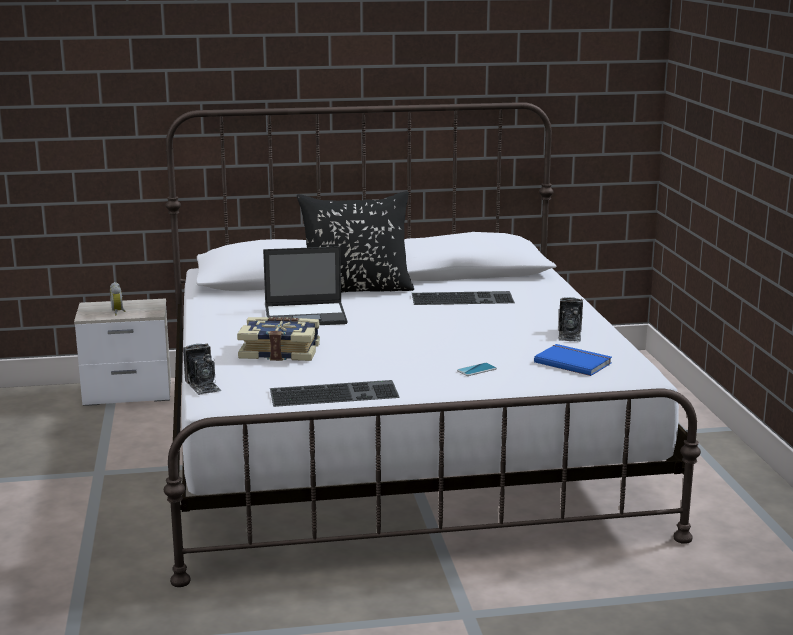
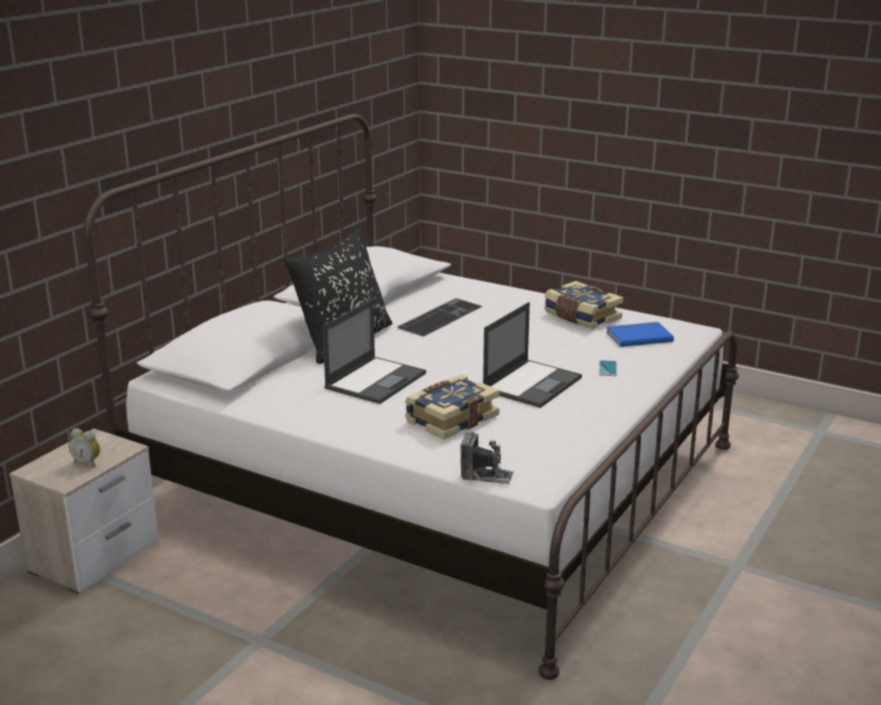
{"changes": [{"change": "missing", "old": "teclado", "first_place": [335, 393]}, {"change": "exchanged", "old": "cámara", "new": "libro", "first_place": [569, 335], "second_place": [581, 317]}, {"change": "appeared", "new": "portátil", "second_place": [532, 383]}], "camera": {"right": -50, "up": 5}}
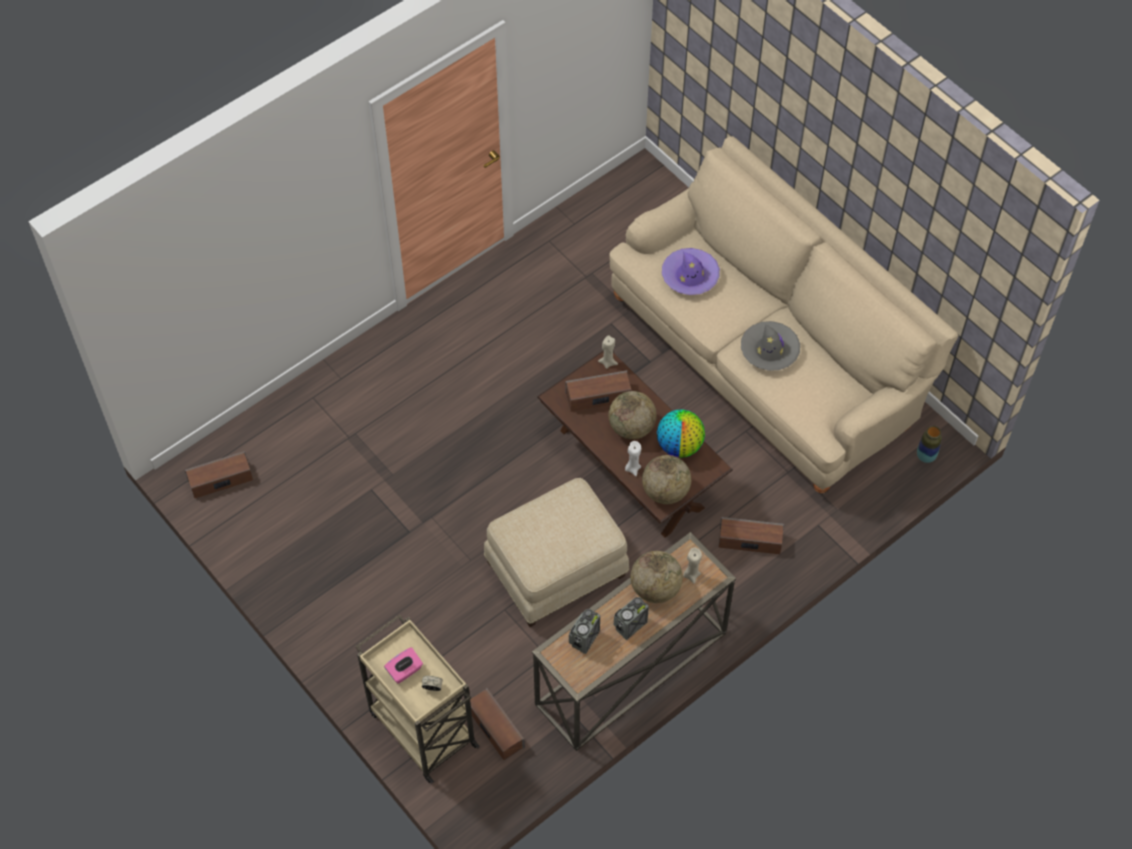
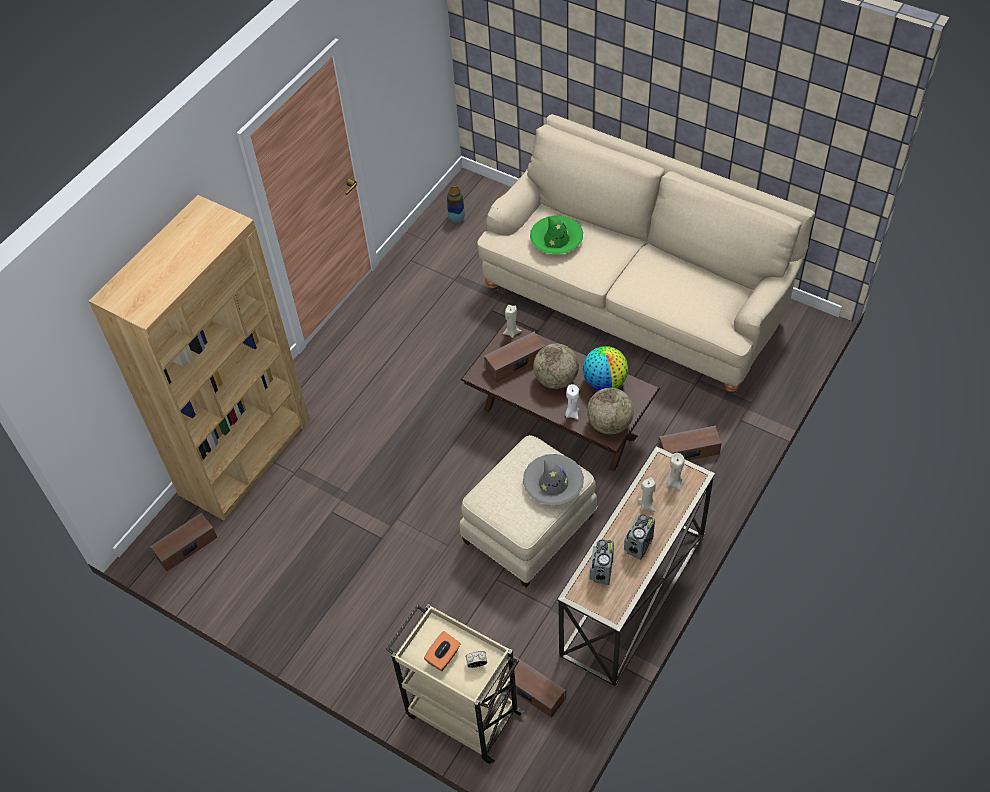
{"changes": [{"change": "colour", "old": "caja de pañuelos [rosa]", "new": "caja de pañuelos [naranja]", "first_place": [404, 671], "second_place": [443, 657]}, {"change": "exchanged", "old": "globo terráqueo", "new": "vela [beis]", "first_place": [655, 588], "second_place": [646, 505]}, {"change": "colour", "old": "sombrero [morado]", "new": "sombrero [verde]", "first_place": [690, 276], "second_place": [556, 239]}, {"change": "relocated", "old": "sombrero [gris]", "first_place": [769, 350], "second_place": [553, 483]}, {"change": "relocated", "old": "florero", "first_place": [926, 456], "second_place": [456, 218]}, {"change": "appeared", "new": "estantería [marrón]", "second_place": [245, 457]}], "camera": {"right": -15, "up": -5}}
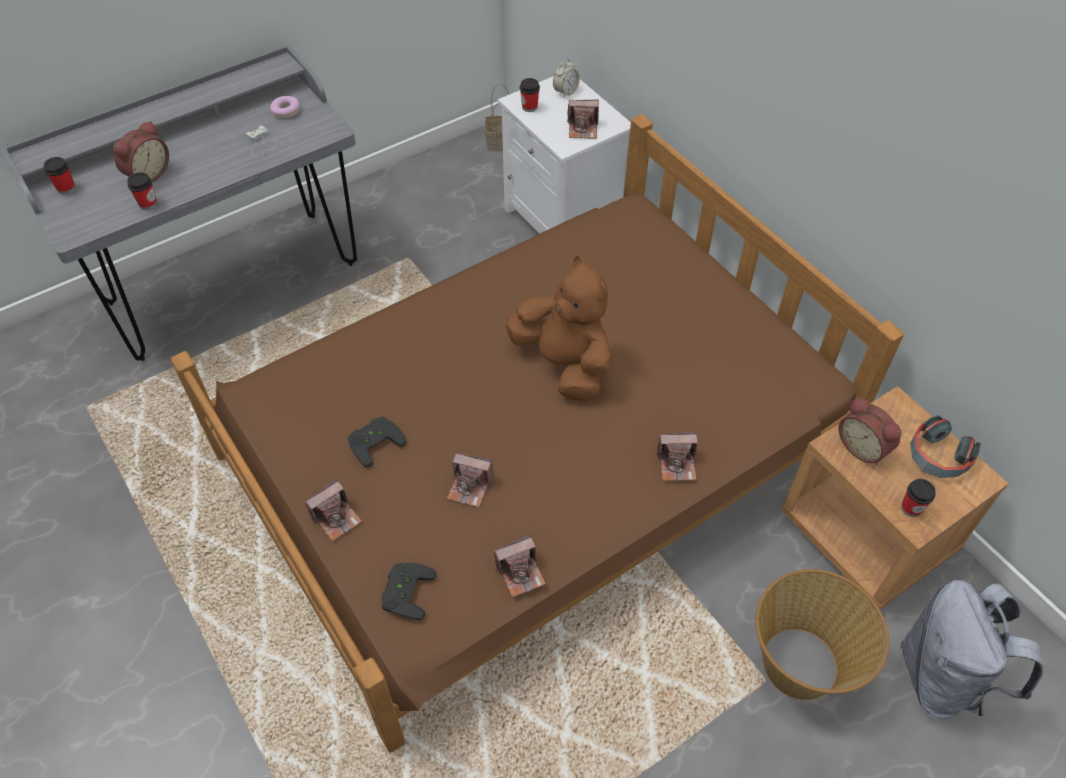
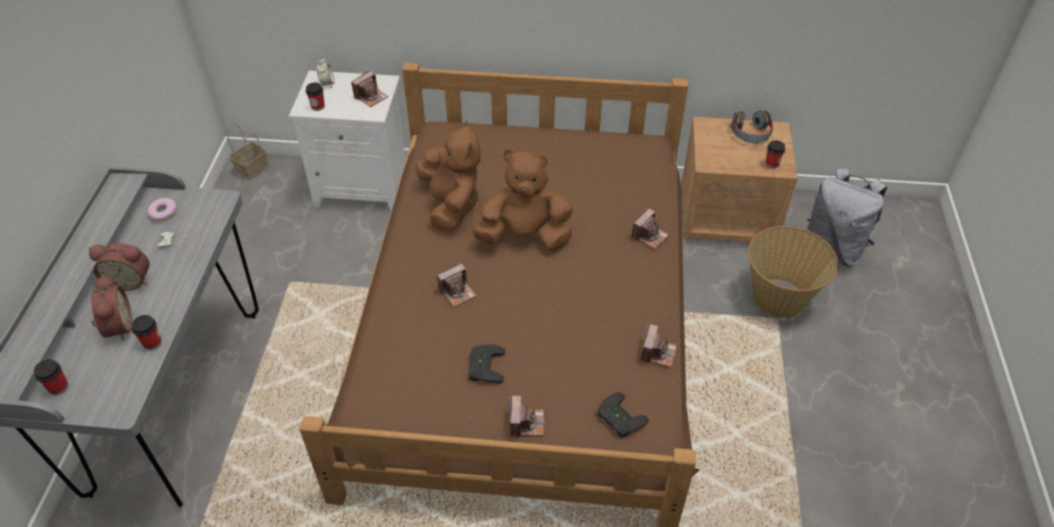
{"changes": [{"change": "relocated", "old": "cámara", "first_place": [469, 487], "second_place": [457, 292]}, {"change": "relocated", "old": "despertador", "first_place": [863, 446], "second_place": [130, 280]}, {"change": "appeared", "new": "peluche [marrón]", "second_place": [451, 205]}], "camera": {"right": -50, "up": -5}}
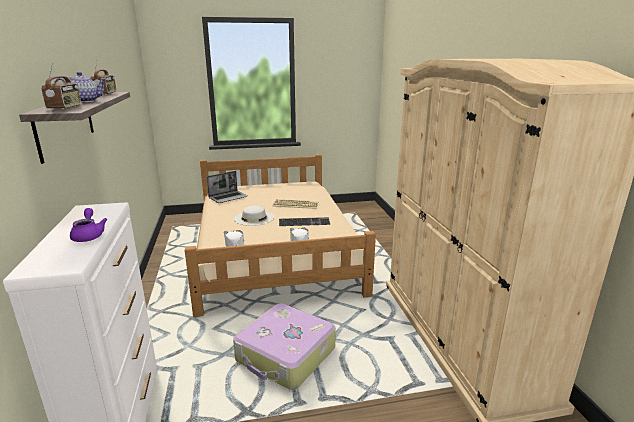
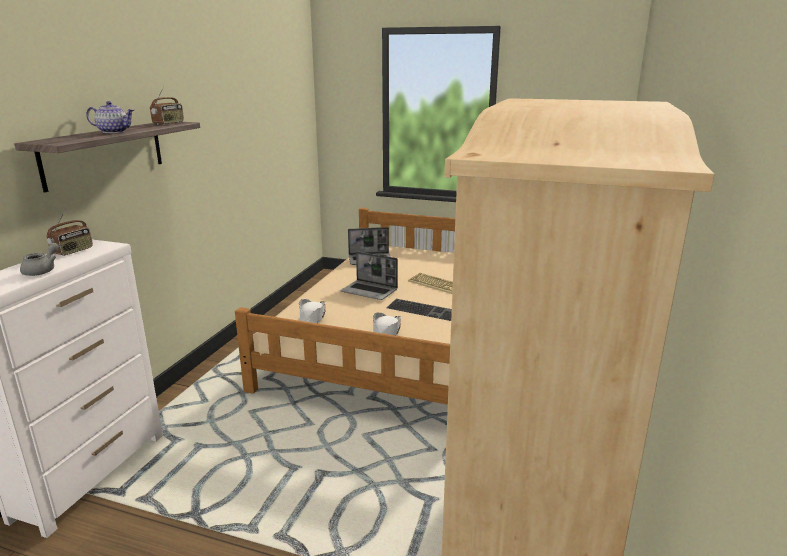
{"changes": [{"change": "relocated", "old": "radio", "first_place": [65, 107], "second_place": [73, 251]}, {"change": "colour", "old": "tetera [morado]", "new": "tetera [gris]", "first_place": [89, 235], "second_place": [43, 270]}, {"change": "missing", "old": "maleta", "first_place": [285, 355]}, {"change": "exchanged", "old": "sombrero [blanco]", "new": "portátil", "first_place": [254, 218], "second_place": [370, 291]}], "camera": {"right": 30, "up": 0}}
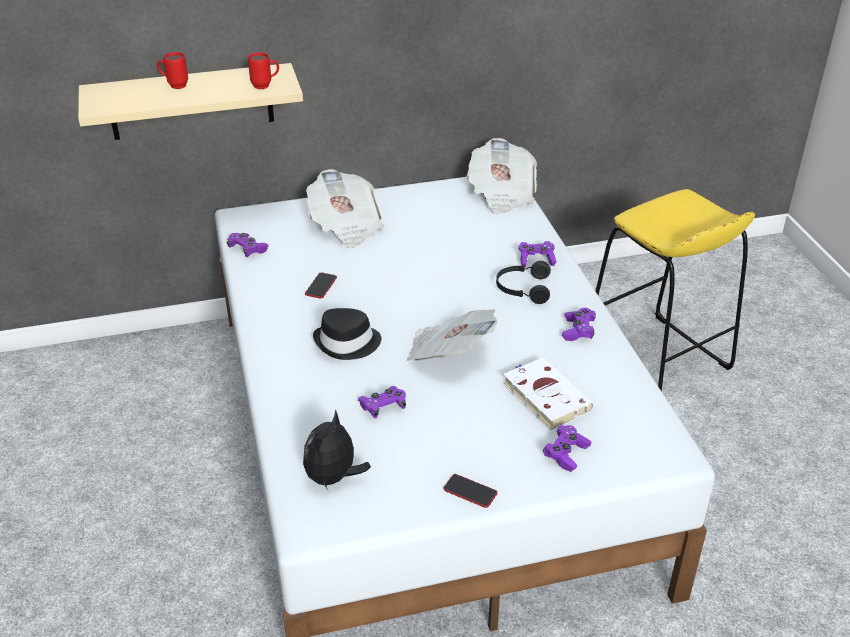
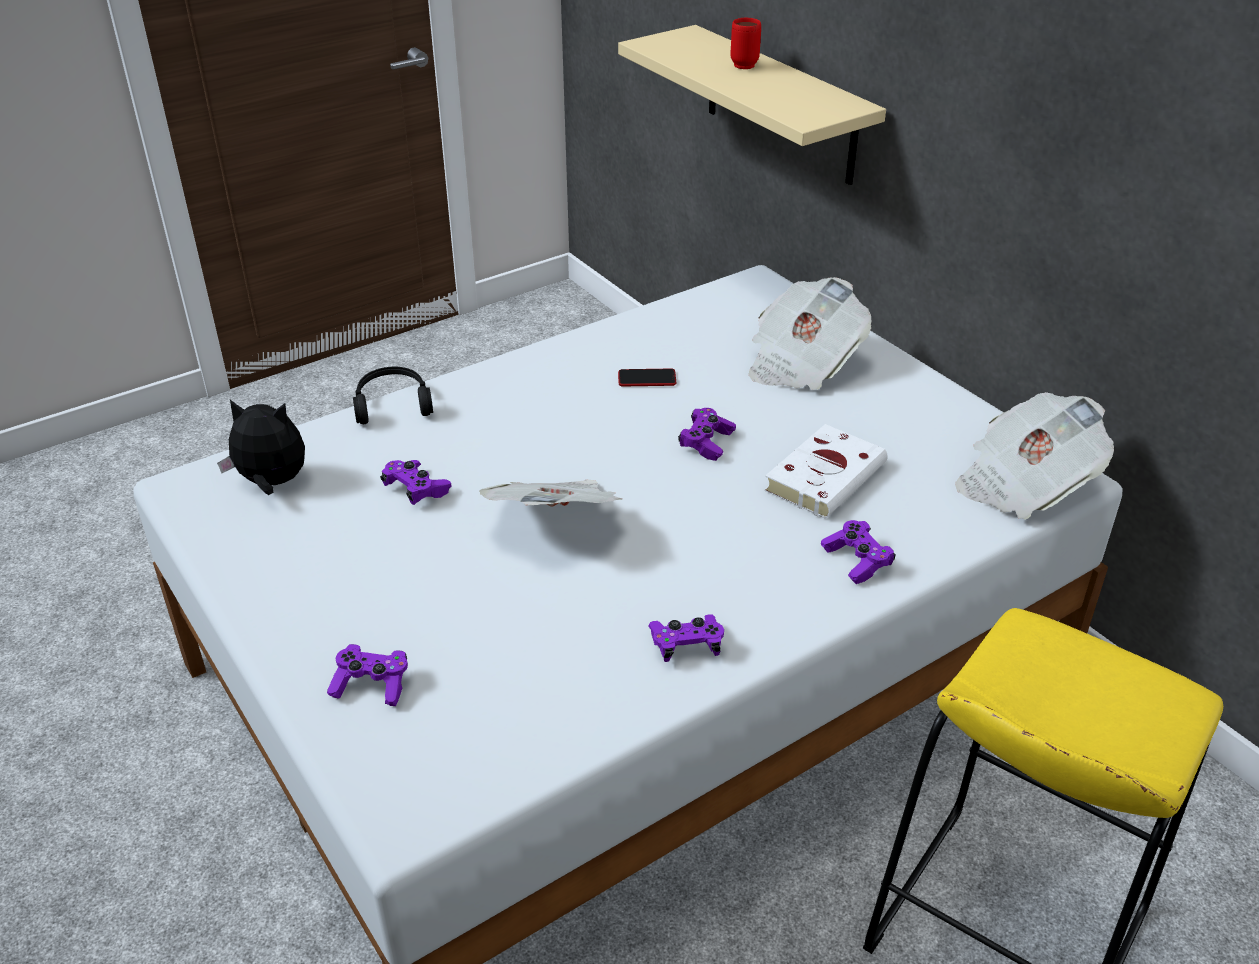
{"changes": [{"change": "relocated", "old": "mando de consola [morado]", "first_place": [247, 250], "second_place": [706, 442]}, {"change": "missing", "old": "taza grande [rojo]", "first_place": [265, 86]}, {"change": "missing", "old": "sombrero [negro]", "first_place": [347, 343]}, {"change": "missing", "old": "móvil", "first_place": [470, 491]}, {"change": "relocated", "old": "auriculares [negro]", "first_place": [522, 289], "second_place": [392, 403]}, {"change": "relocated", "old": "libro [blanco]", "first_place": [544, 396], "second_place": [826, 476]}], "camera": {"right": 70, "up": 0}}
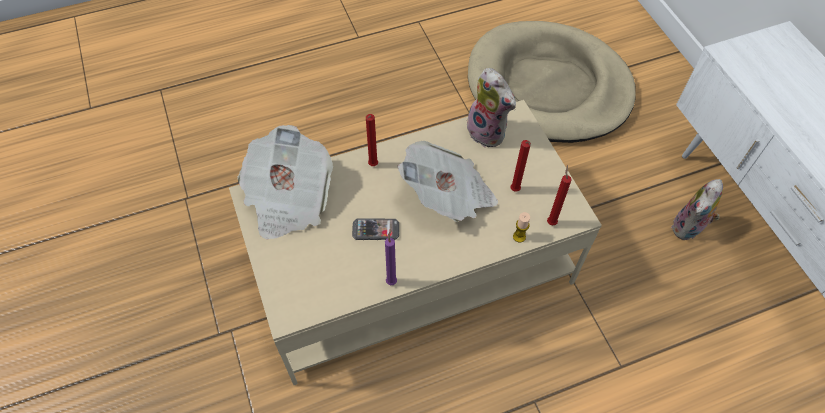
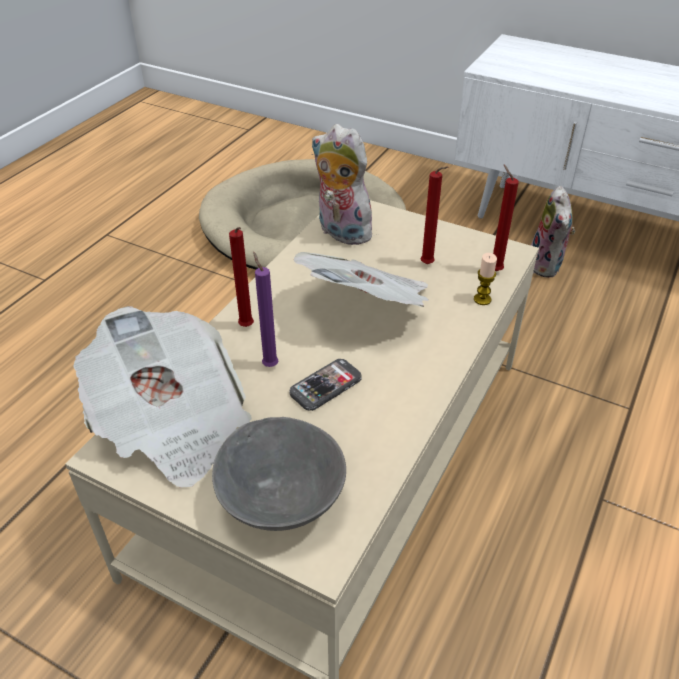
{"changes": [{"change": "relocated", "old": "vela [morado]", "first_place": [392, 280], "second_place": [269, 364]}, {"change": "spun", "old": "peluche", "first_place": [488, 132], "second_place": [340, 232], "degrees": -150}, {"change": "appeared", "new": "cuenco [gris]", "second_place": [281, 500]}], "camera": {"right": -40, "up": -15}}
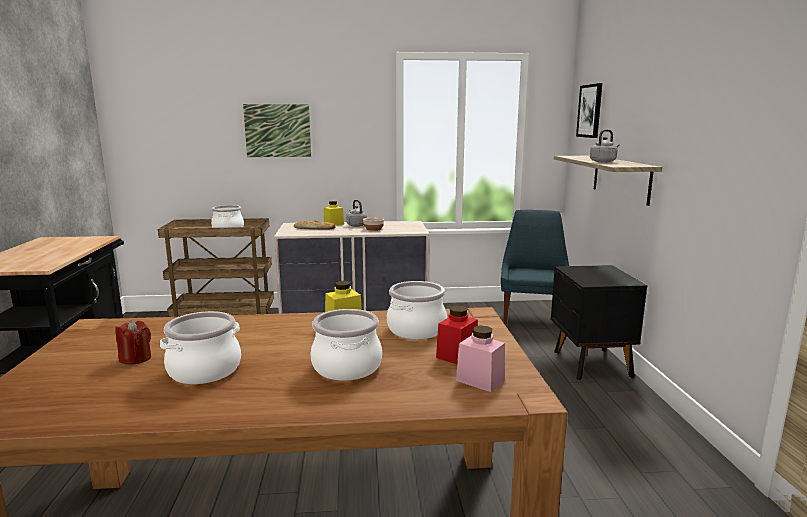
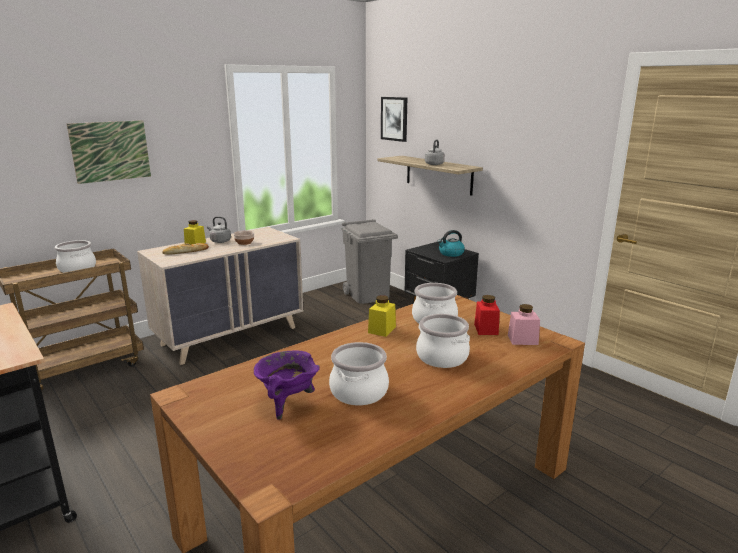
{"changes": [{"change": "exchanged", "old": "vela [rojo]", "new": "olla [morado]", "first_place": [136, 358], "second_place": [287, 403]}, {"change": "exchanged", "old": "silla [azul]", "new": "papelera [gris]", "first_place": [532, 320], "second_place": [368, 295]}, {"change": "appeared", "new": "hervidor", "second_place": [451, 253]}], "camera": {"right": -35, "up": 5}}
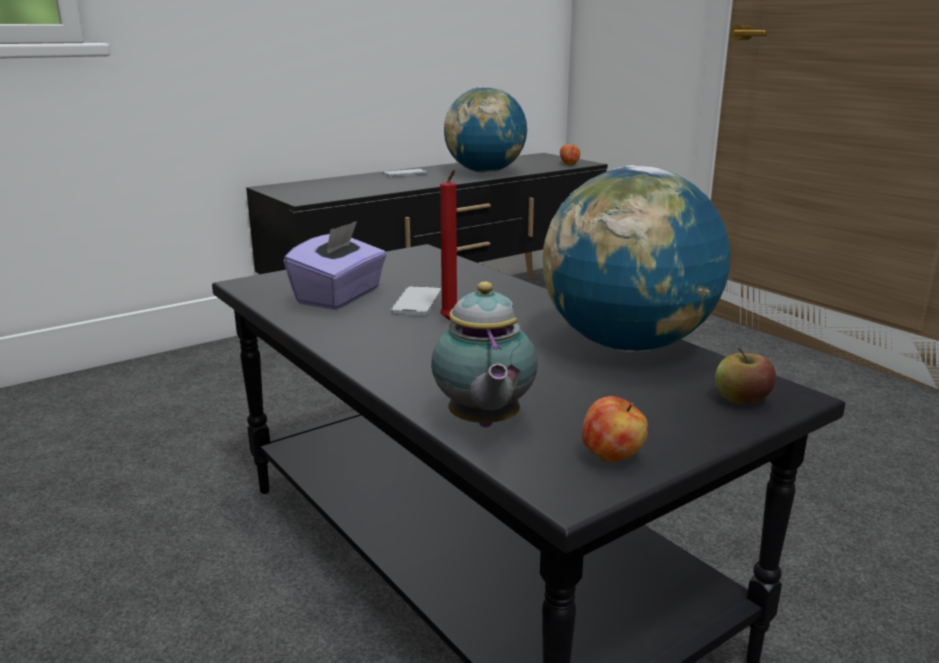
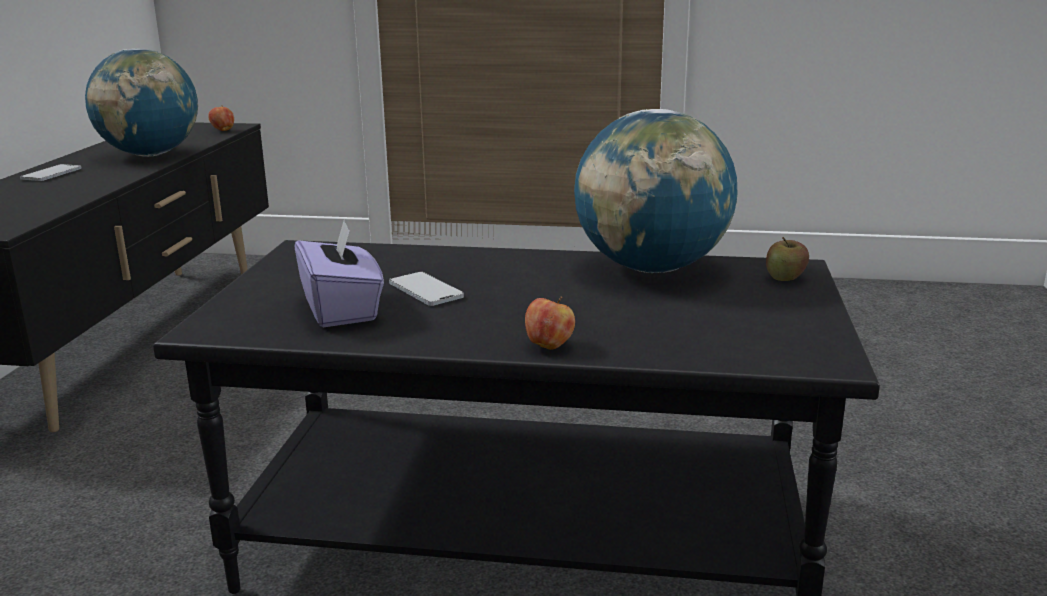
{"changes": [{"change": "missing", "old": "tetera", "first_place": [483, 424]}, {"change": "missing", "old": "vela [rojo]", "first_place": [450, 321]}, {"change": "relocated", "old": "manzana", "first_place": [612, 456], "second_place": [549, 346]}], "camera": {"right": -45, "up": 0}}
